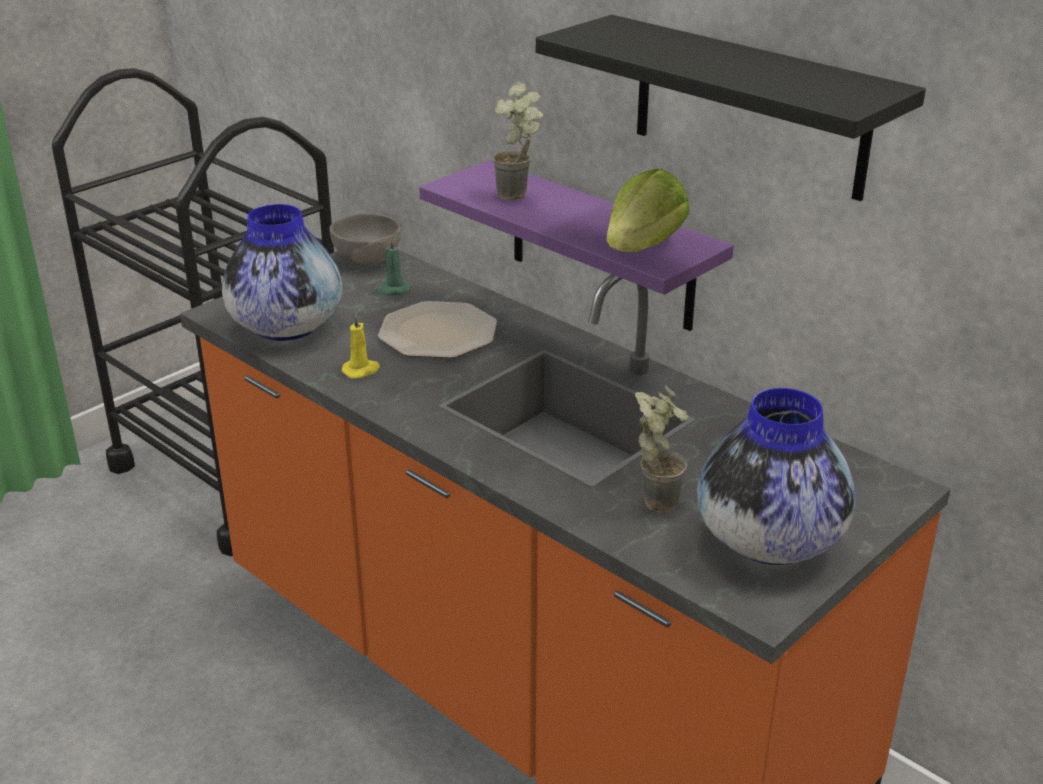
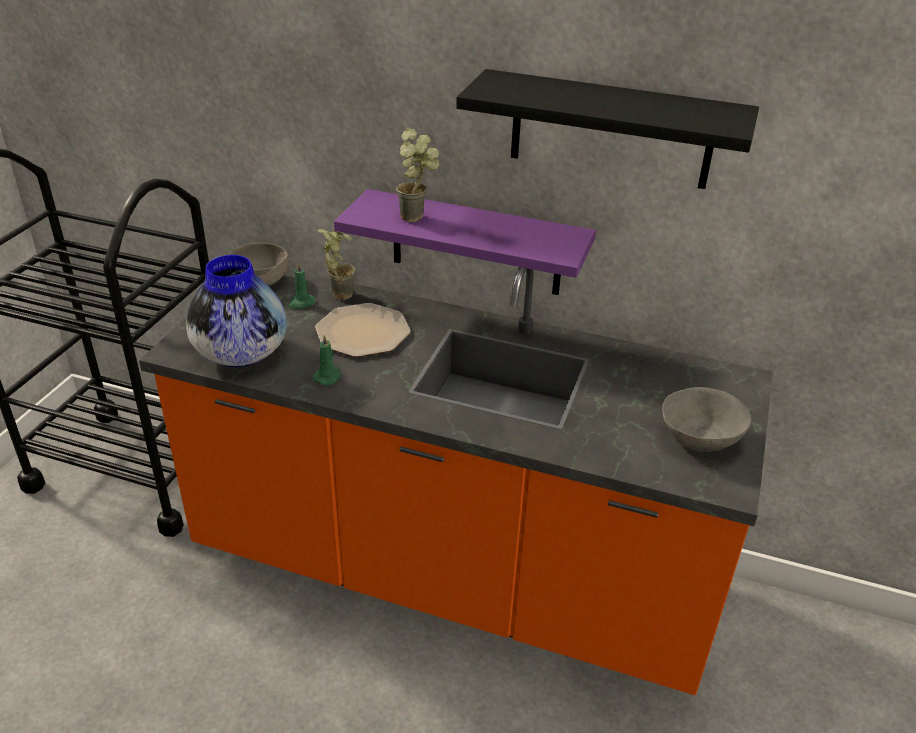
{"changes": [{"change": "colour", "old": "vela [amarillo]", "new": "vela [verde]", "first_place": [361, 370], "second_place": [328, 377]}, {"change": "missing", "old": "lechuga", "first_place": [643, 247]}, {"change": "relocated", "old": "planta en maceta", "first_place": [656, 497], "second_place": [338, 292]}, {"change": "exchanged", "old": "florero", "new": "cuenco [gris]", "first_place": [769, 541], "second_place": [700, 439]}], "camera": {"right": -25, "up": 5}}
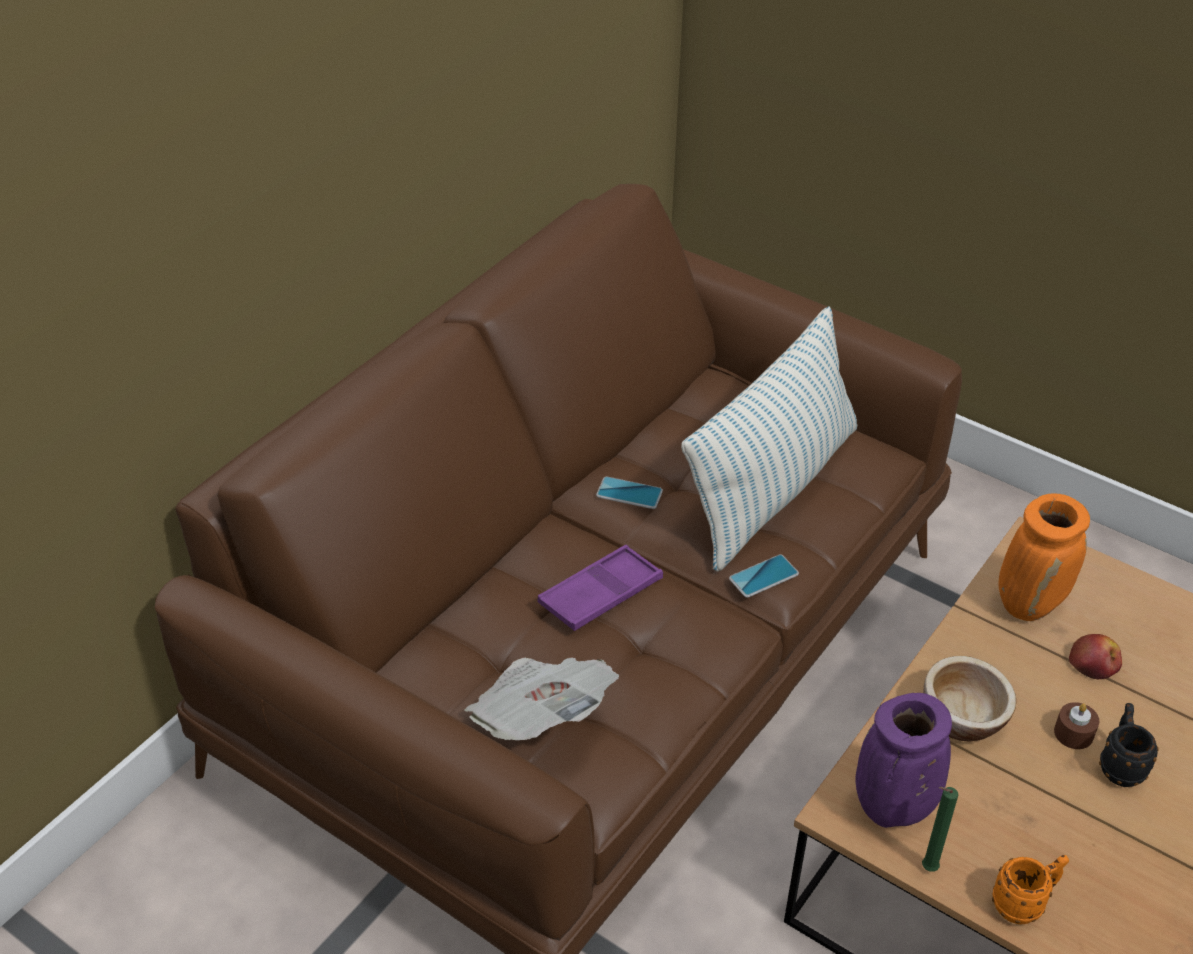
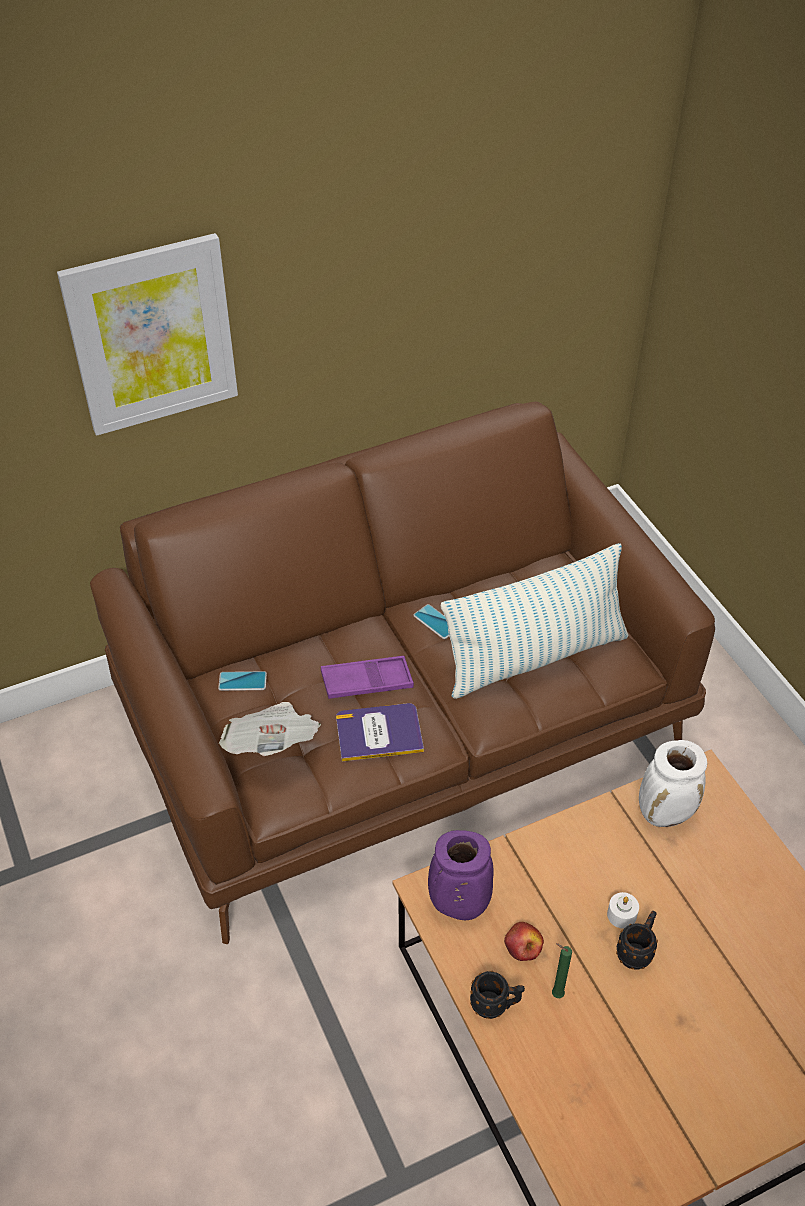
{"changes": [{"change": "relocated", "old": "móvil", "first_place": [763, 576], "second_place": [242, 681]}, {"change": "relocated", "old": "vela [verde]", "first_place": [926, 868], "second_place": [555, 994]}, {"change": "missing", "old": "cuenco", "first_place": [962, 717]}, {"change": "colour", "old": "taza grande [naranja]", "new": "taza grande [negro]", "first_place": [1024, 904], "second_place": [495, 1005]}, {"change": "colour", "old": "florero [naranja]", "new": "florero [blanco]", "first_place": [1029, 603], "second_place": [665, 813]}, {"change": "colour", "old": "vela [marrón]", "new": "vela [blanco]", "first_place": [1073, 733], "second_place": [621, 915]}, {"change": "relocated", "old": "manzana", "first_place": [1094, 663], "second_place": [523, 945]}, {"change": "appeared", "new": "cuadro", "second_place": [152, 335]}, {"change": "appeared", "new": "libro", "second_place": [379, 733]}], "camera": {"right": 30, "up": 5}}
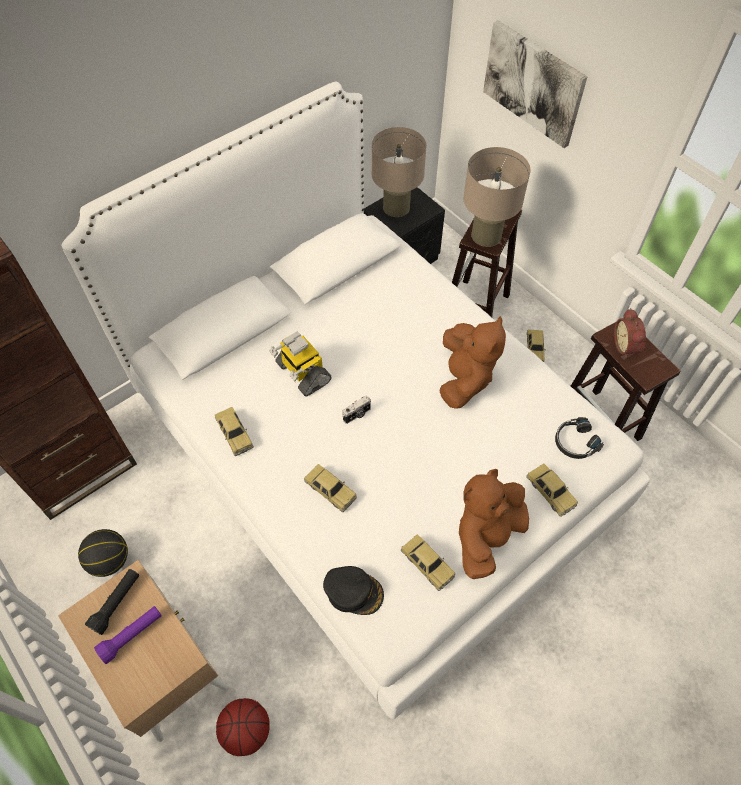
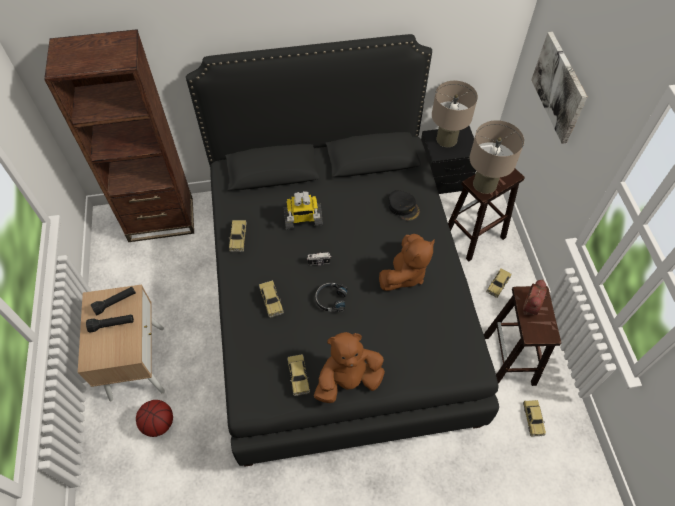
{"changes": [{"change": "colour", "old": "cama [blanco]", "new": "cama [negro]", "first_place": [369, 454], "second_place": [336, 298]}, {"change": "missing", "old": "balón de baloncesto", "first_place": [109, 560]}, {"change": "colour", "old": "linterna [morado]", "new": "linterna [negro]", "first_place": [132, 635], "second_place": [112, 325]}, {"change": "spun", "old": "robot de juguete", "first_place": [302, 373], "second_place": [303, 220], "degrees": -90}, {"change": "relocated", "old": "gorra [negro]", "first_place": [353, 591], "second_place": [404, 207]}, {"change": "relocated", "old": "coche de juguete", "first_place": [550, 492], "second_place": [533, 419]}, {"change": "relocated", "old": "auriculares [negro]", "first_place": [575, 442], "second_place": [330, 299]}], "camera": {"right": 30, "up": 0}}
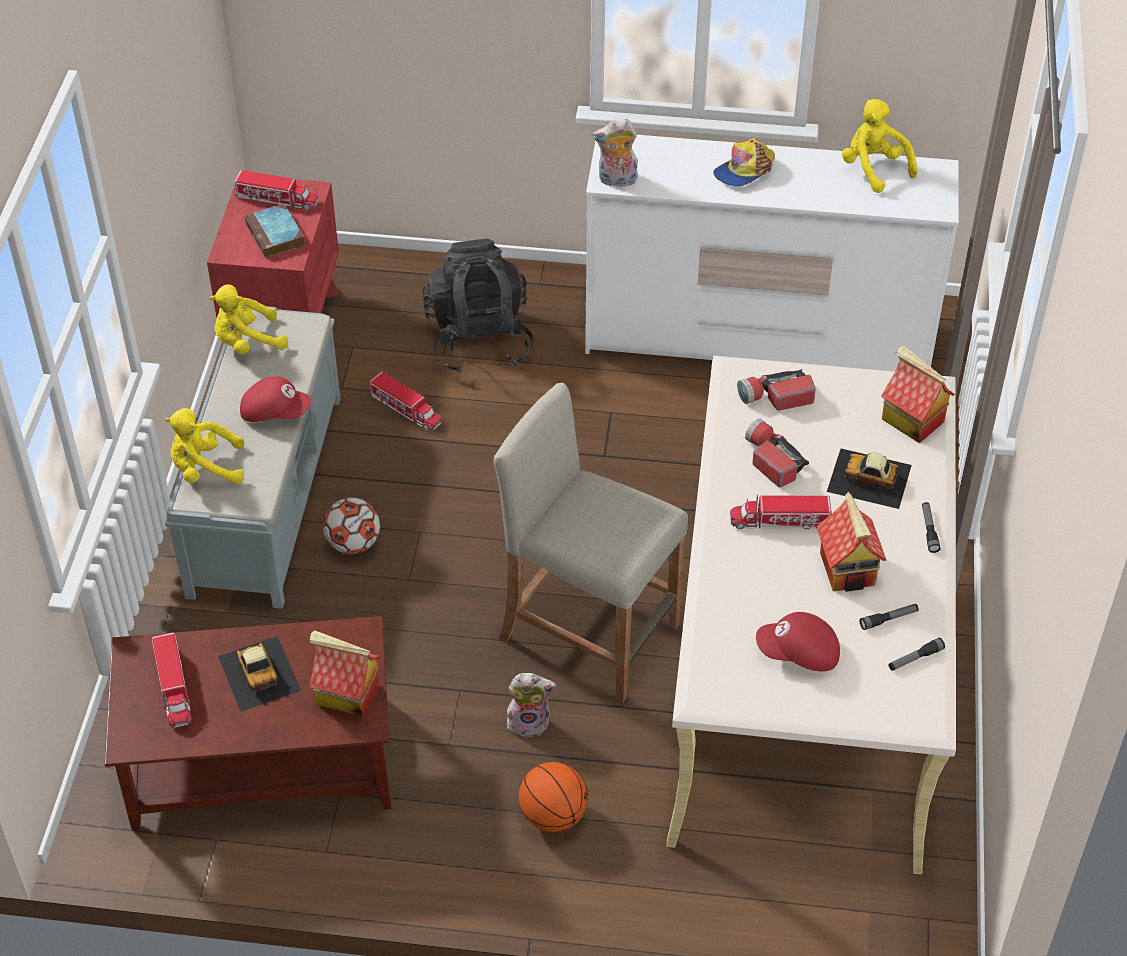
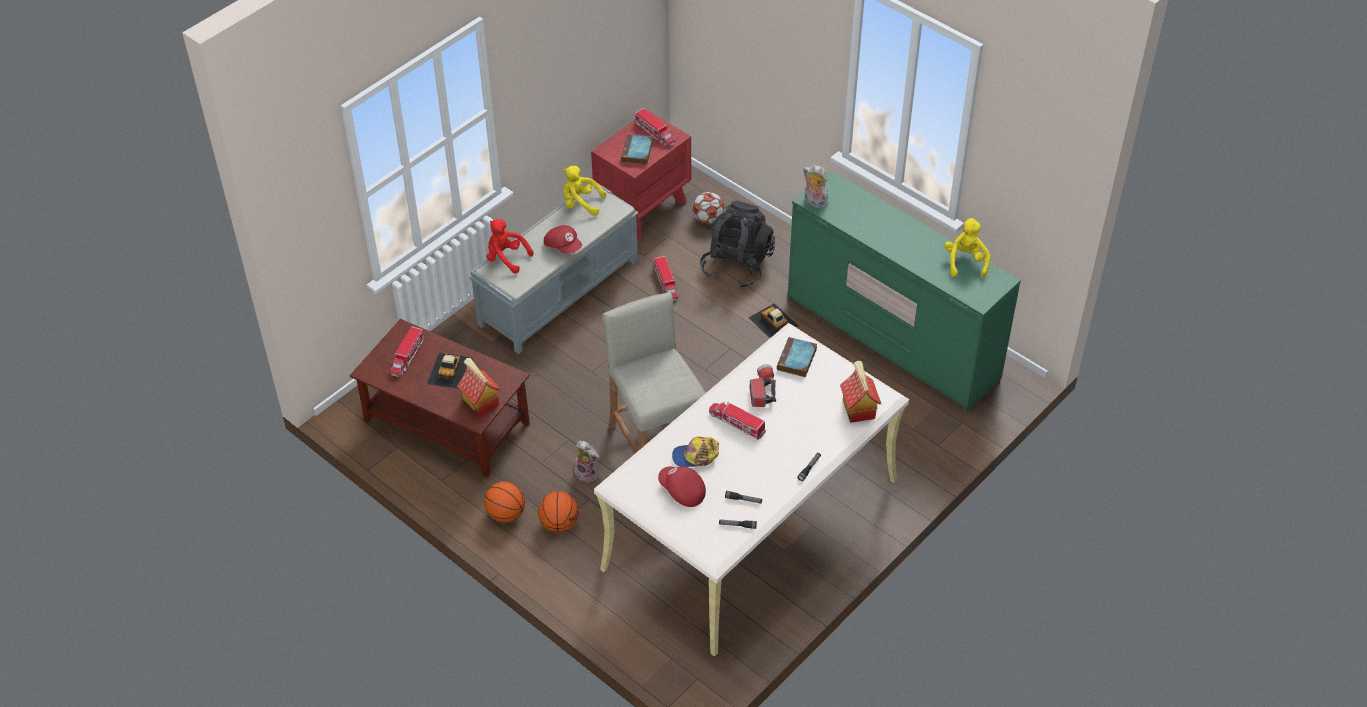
{"changes": [{"change": "colour", "old": "peluche [amarillo]", "new": "peluche [rojo]", "first_place": [205, 469], "second_place": [506, 258]}, {"change": "relocated", "old": "balón de fútbol", "first_place": [353, 544], "second_place": [708, 219]}, {"change": "colour", "old": "cómoda [blanco]", "new": "cómoda [verde]", "first_place": [758, 339], "second_place": [892, 339]}, {"change": "relocated", "old": "gorra", "first_place": [744, 170], "second_place": [695, 456]}, {"change": "exchanged", "old": "linterna", "new": "libro", "first_place": [775, 398], "second_place": [796, 360]}, {"change": "missing", "old": "casita", "first_place": [848, 569]}, {"change": "relocated", "old": "coche de juguete", "first_place": [869, 478], "second_place": [773, 322]}, {"change": "appeared", "new": "balón de baloncesto", "second_place": [505, 514]}], "camera": {"right": 35, "up": 0}}
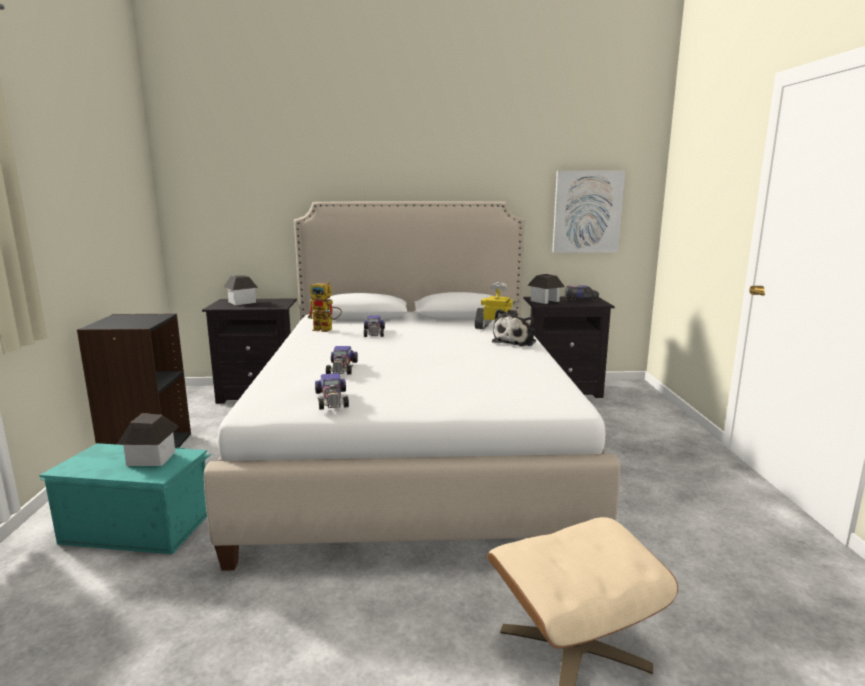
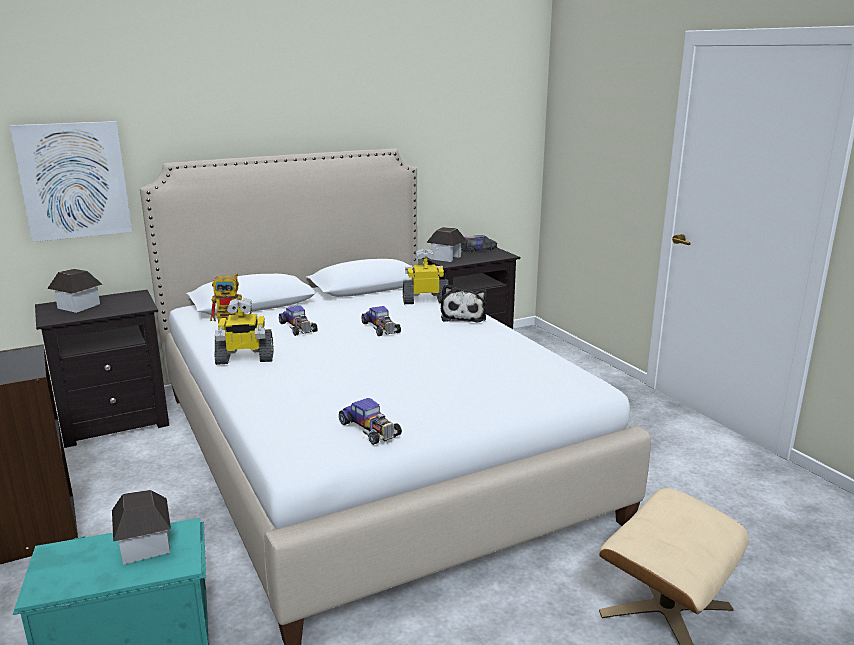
{"changes": [{"change": "relocated", "old": "coche de juguete", "first_place": [342, 368], "second_place": [381, 327]}, {"change": "relocated", "old": "cuadro", "first_place": [587, 212], "second_place": [74, 180]}, {"change": "appeared", "new": "robot de juguete", "second_place": [244, 358]}], "camera": {"right": -25, "up": 5}}
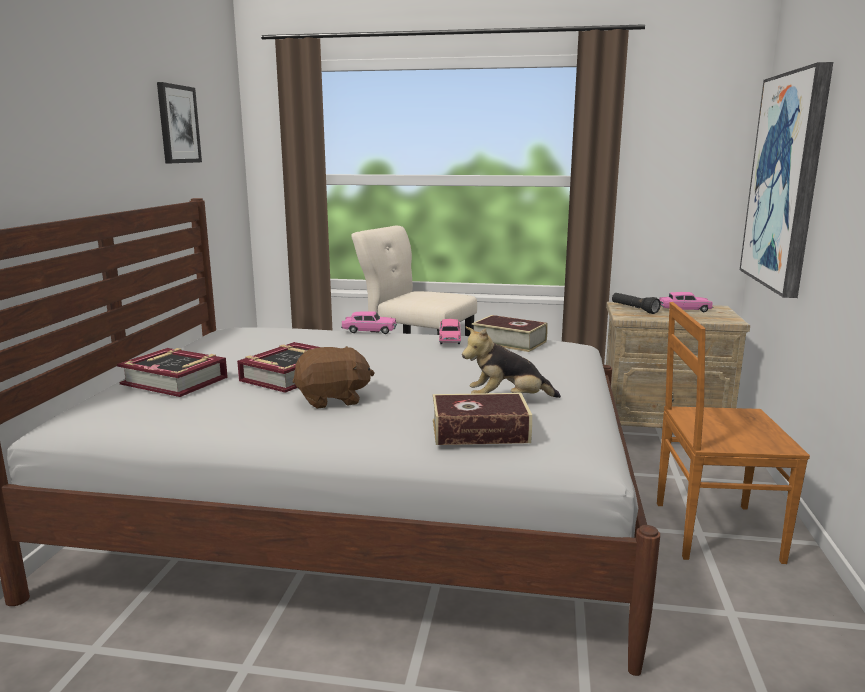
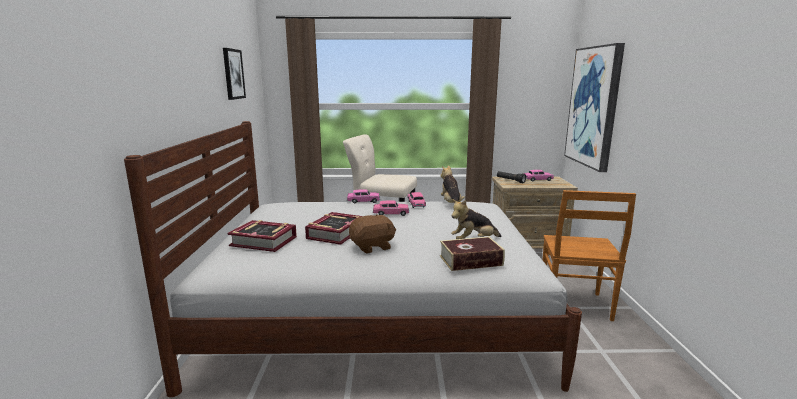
{"changes": [{"change": "exchanged", "old": "libro", "new": "peluche", "first_place": [509, 342], "second_place": [451, 204]}, {"change": "spun", "old": "silla [marrón]", "first_place": [712, 531], "second_place": [574, 305], "degrees": -75}, {"change": "appeared", "new": "coche de juguete [rosa]", "second_place": [391, 214]}], "camera": {"right": -10, "up": 0}}
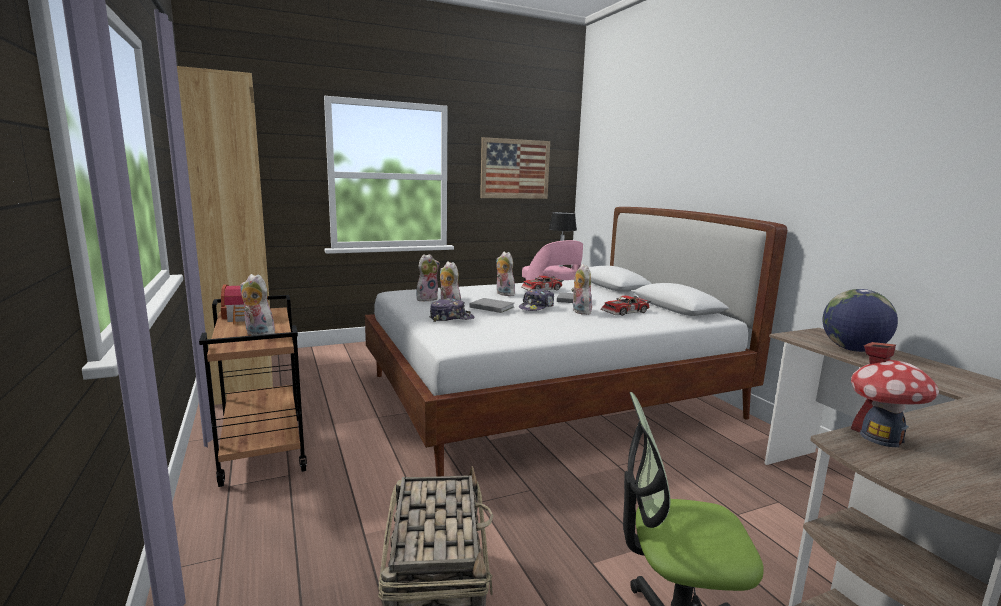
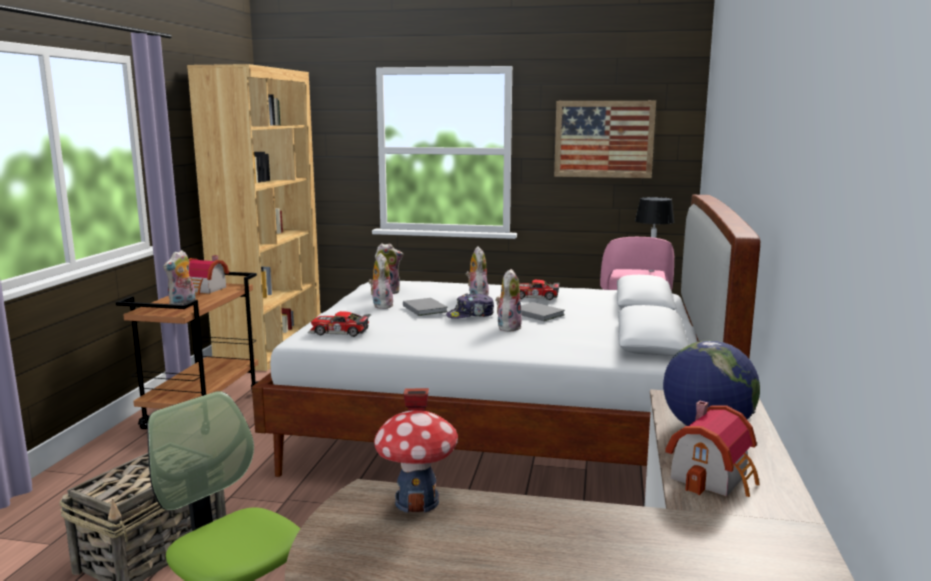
{"changes": [{"change": "spun", "old": "peluche", "first_place": [257, 334], "second_place": [183, 304], "degrees": -120}, {"change": "missing", "old": "gorra", "first_place": [451, 318]}, {"change": "relocated", "old": "coche de juguete", "first_place": [626, 312], "second_place": [339, 332]}, {"change": "appeared", "new": "casita", "second_place": [714, 477]}], "camera": {"right": 35, "up": 0}}
